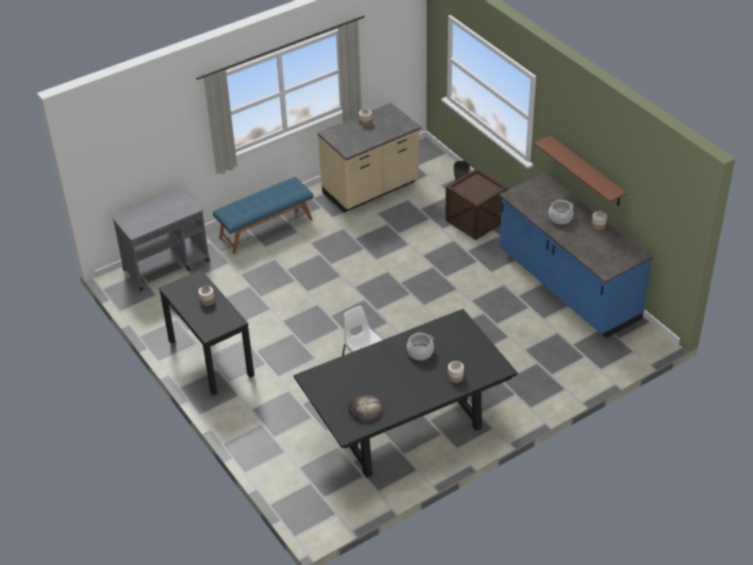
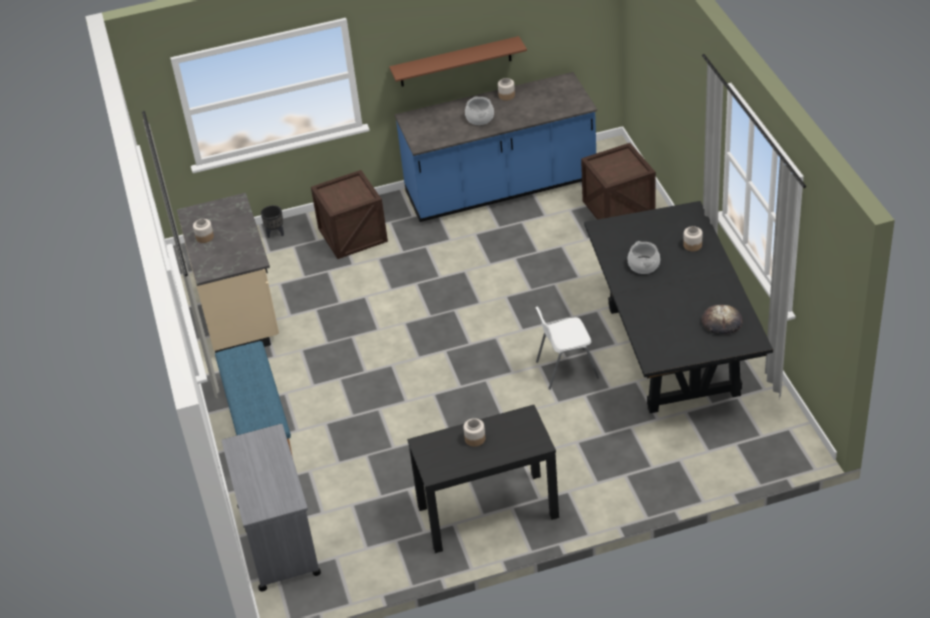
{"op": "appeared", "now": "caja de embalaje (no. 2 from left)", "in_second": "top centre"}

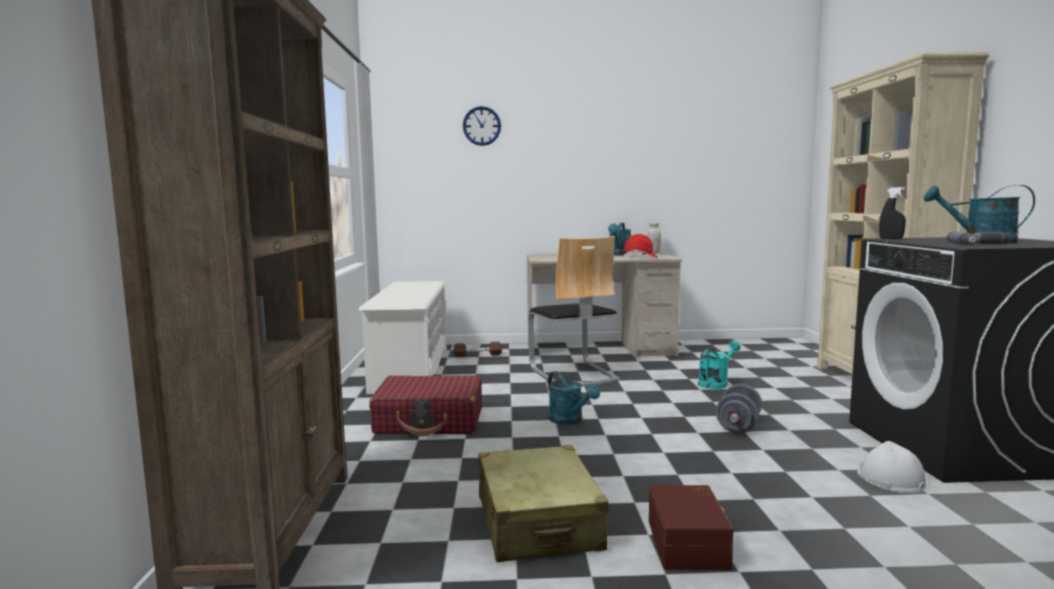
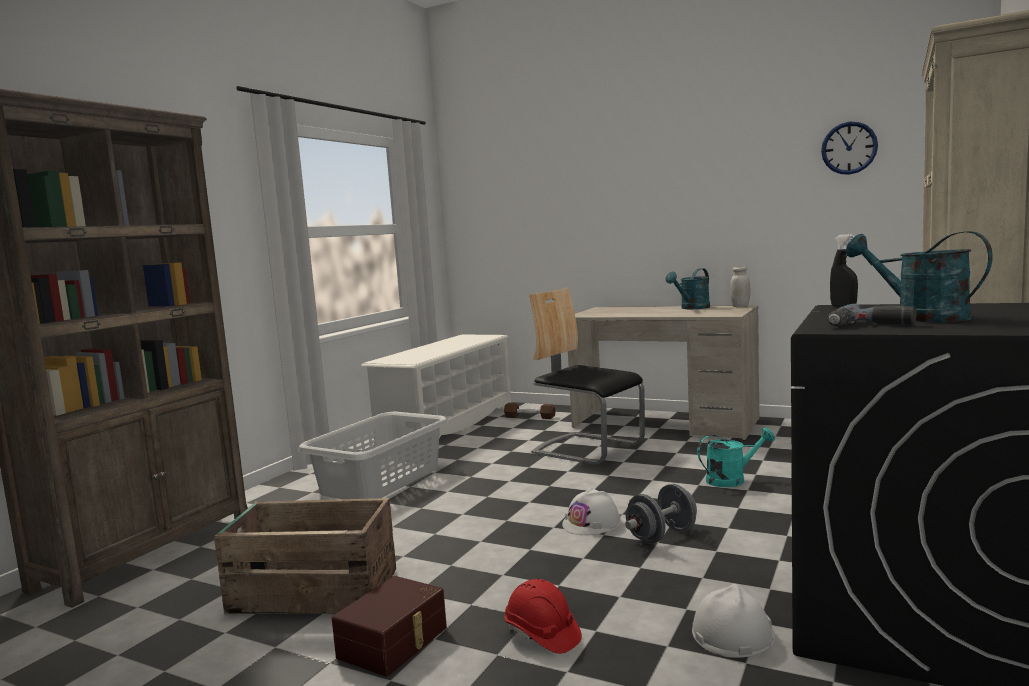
{"op": "missing", "was": "regadera (turquesa) (no. 1 from left)", "in_first": "bottom centre"}
{"op": "appeared", "now": "casco (blanco) (no. 1 from left)", "in_second": "bottom centre"}
{"op": "relocated", "was": "reloj de pared", "in_first": "top centre", "in_second": "top right"}
{"op": "relocated", "was": "casco (rojo)", "in_first": "centre", "in_second": "bottom centre"}
{"op": "exchanged", "was": "maleta (rojo)", "now": "cesto de la ropa (gris)", "in_first": "bottom centre", "in_second": "centre"}
{"op": "exchanged", "was": "maleta (beis)", "now": "caja de embalaje", "in_first": "bottom centre", "in_second": "bottom left"}
{"op": "spun", "was": "silla", "in_first": "centre", "in_second": "centre", "clockwise": 120}

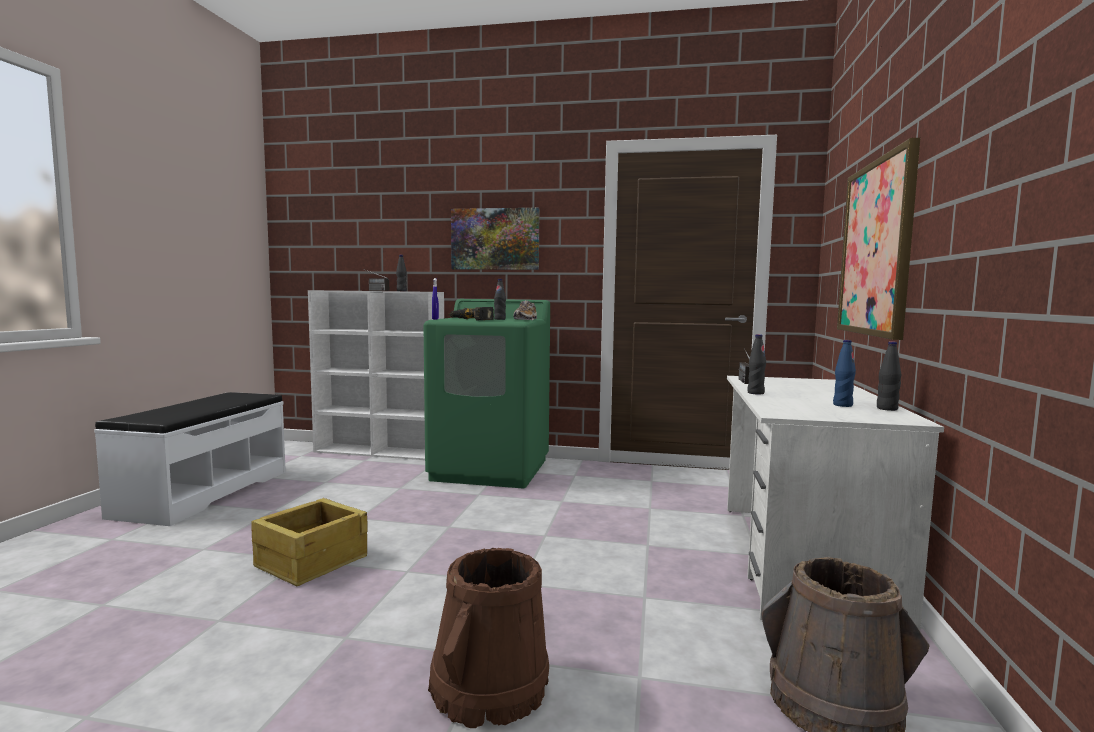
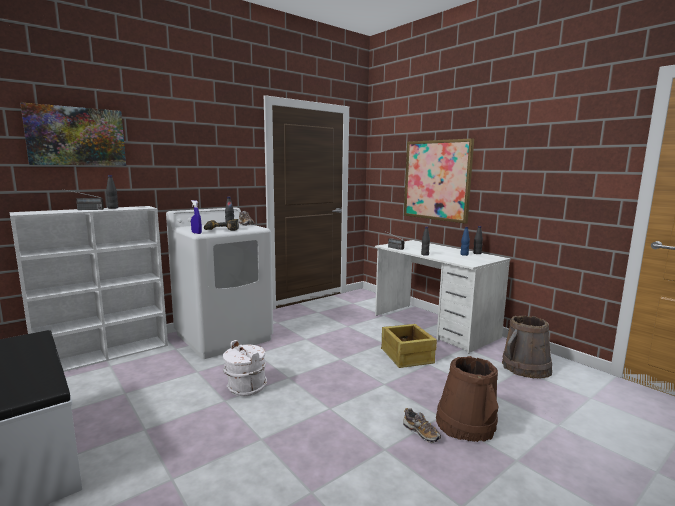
{"op": "appeared", "now": "cubo (blanco)", "in_second": "bottom centre"}
{"op": "appeared", "now": "zapato (no. 2 from left)", "in_second": "bottom centre"}
{"op": "relocated", "was": "caja de embalaje", "in_first": "bottom left", "in_second": "bottom centre"}
{"op": "relocated", "was": "cuadro (no. 1 from left)", "in_first": "top centre", "in_second": "top left"}
{"op": "colour", "was": "lavadora (verde)", "now": "lavadora (blanco)", "in_first": "centre", "in_second": "middle left"}

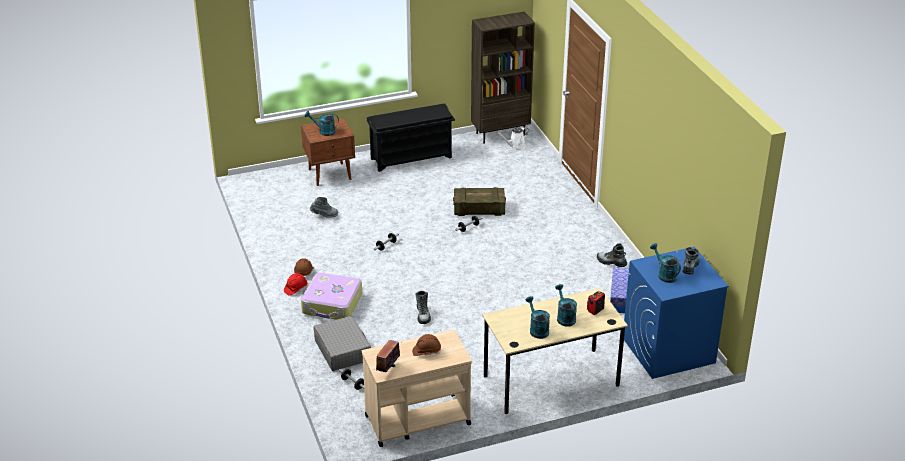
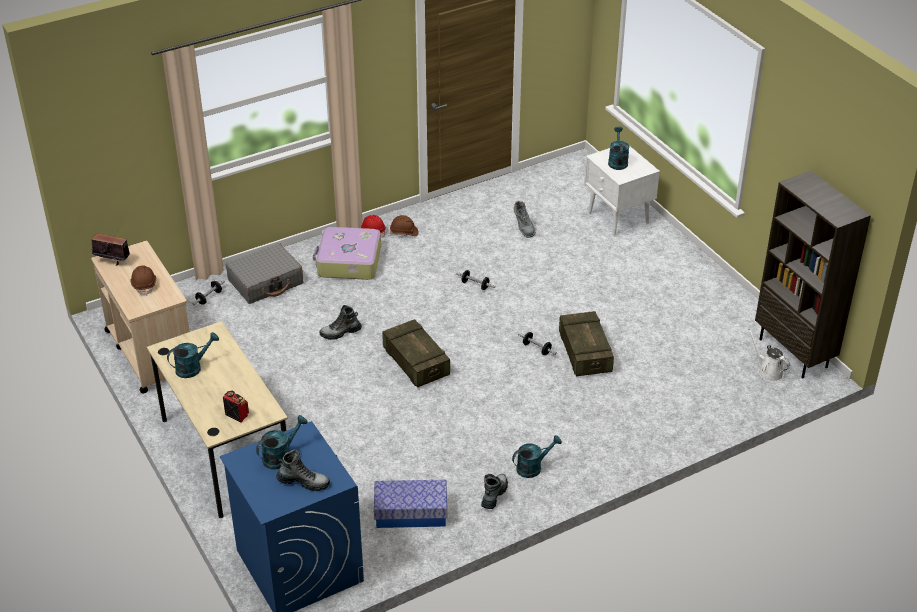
{"op": "missing", "was": "zapatero (negro)", "in_first": "top centre"}
{"op": "appeared", "now": "caja de embalaje (no. 1 from left)", "in_second": "centre"}
{"op": "relocated", "was": "regadera (turquesa) (no. 3 from left)", "in_first": "centre", "in_second": "bottom centre"}
{"op": "colour", "was": "mesita de noche (marrón)", "now": "mesita de noche (blanco)", "in_first": "top centre", "in_second": "top right"}

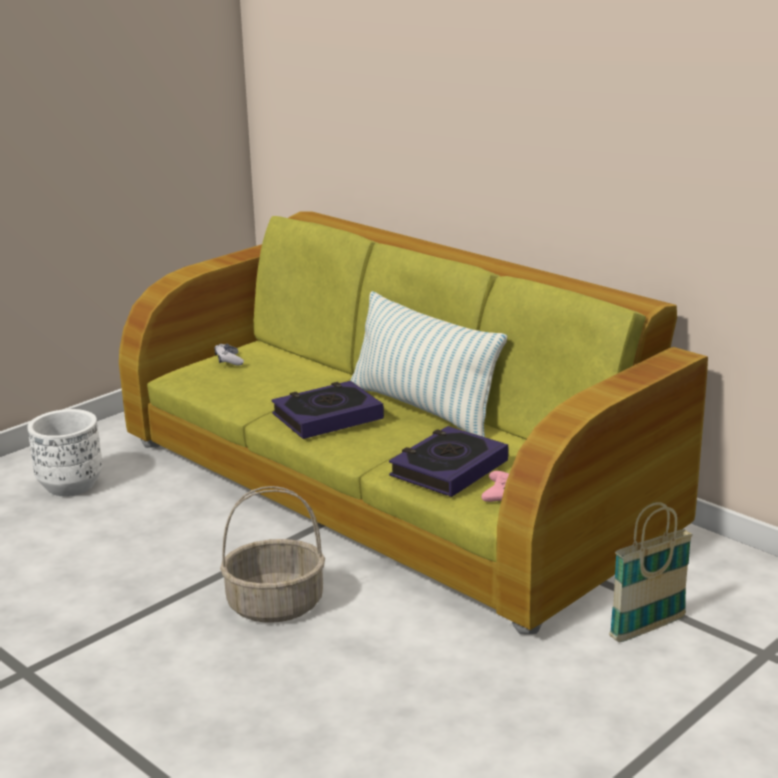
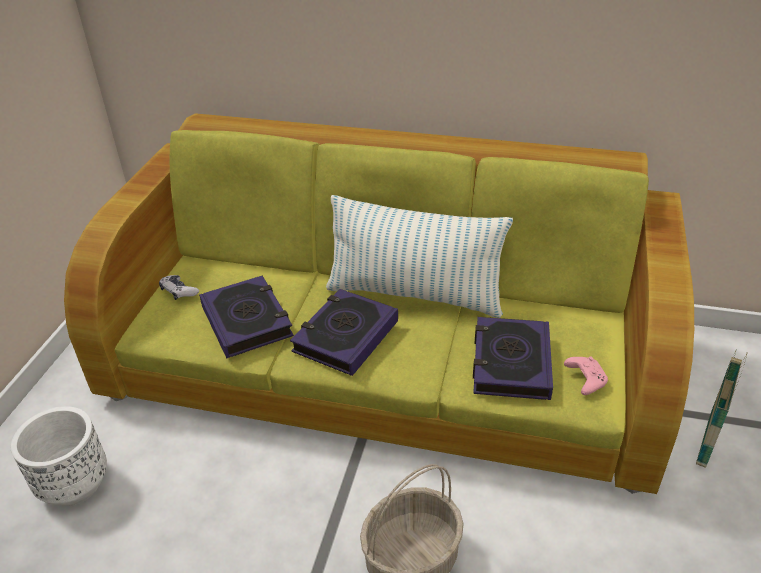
{"op": "appeared", "now": "libro (no. 1 from left)", "in_second": "middle left"}

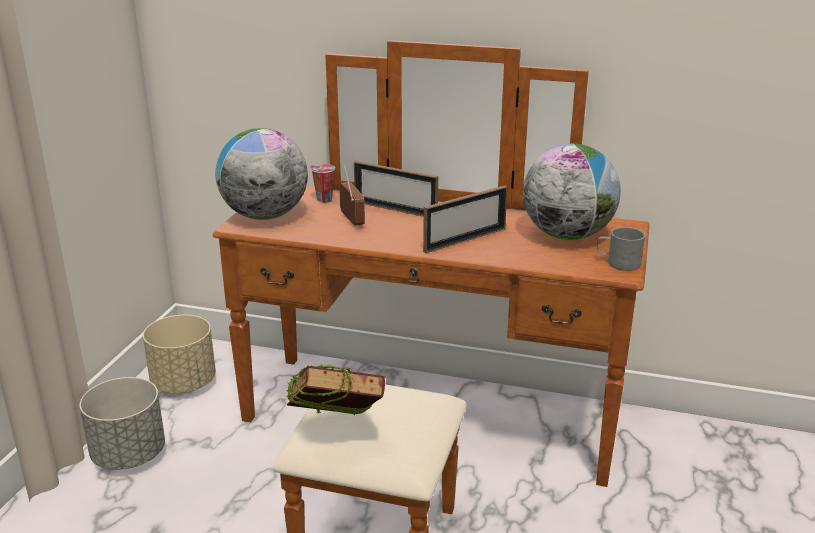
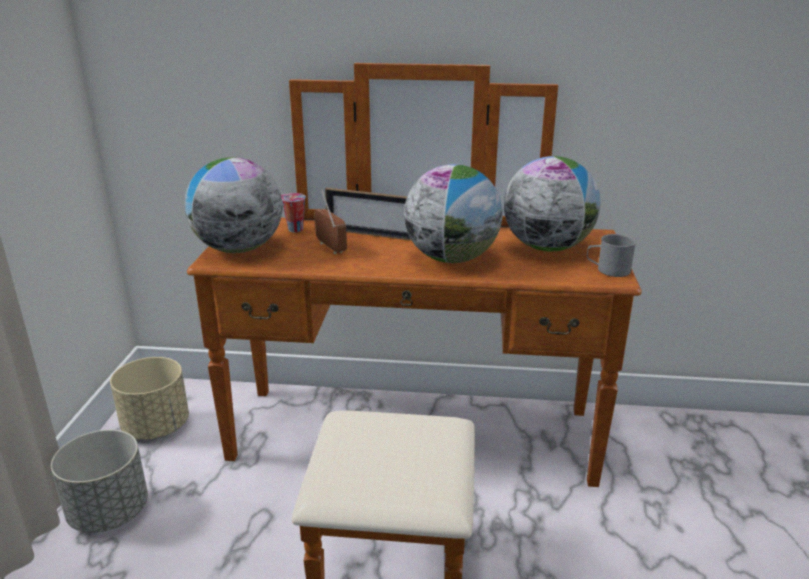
{"op": "missing", "was": "libro", "in_first": "bottom centre"}
{"op": "exchanged", "was": "portarretratos (no. 2 from left)", "now": "globo terráqueo (no. 2 from left)", "in_first": "centre", "in_second": "centre"}

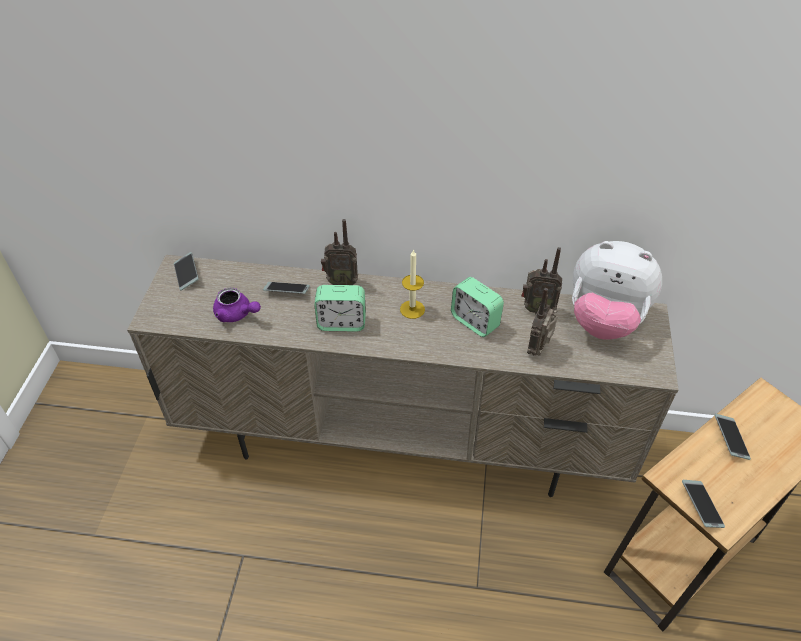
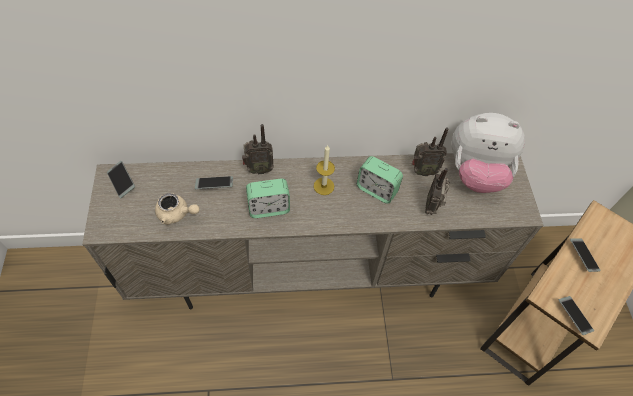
{"op": "colour", "was": "tetera (morado)", "now": "tetera (beis)", "in_first": "middle left", "in_second": "middle left"}

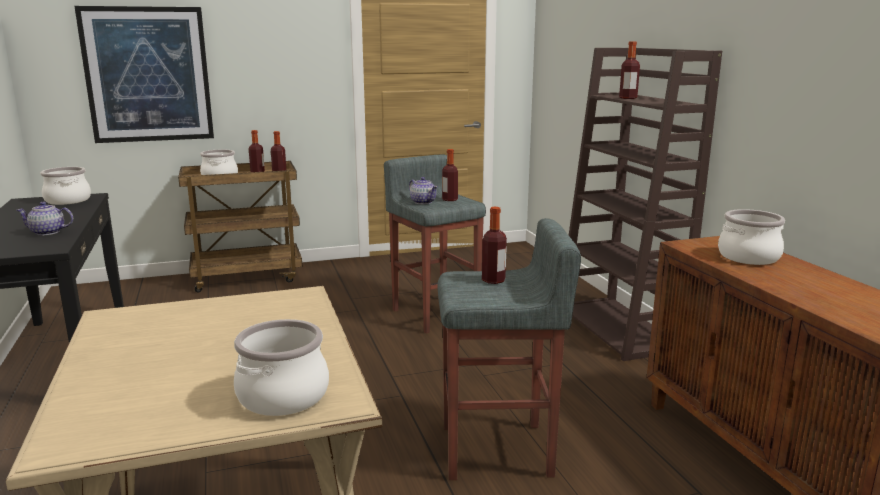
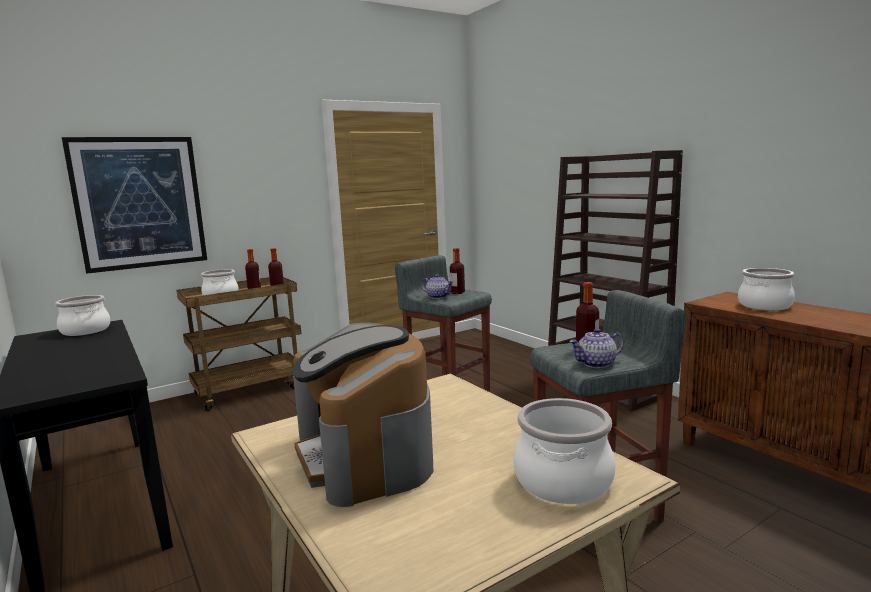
{"op": "missing", "was": "botella (no. 5 from left)", "in_first": "top right"}
{"op": "appeared", "now": "cafetera", "in_second": "bottom centre"}
{"op": "relocated", "was": "tetera (no. 1 from left in the first image)", "now": "tetera (no. 2 from left)", "in_first": "middle left", "in_second": "middle right"}

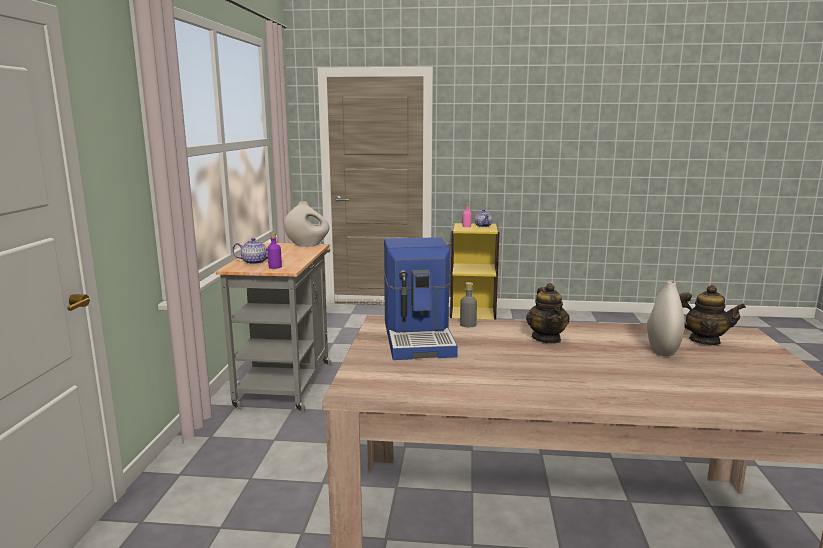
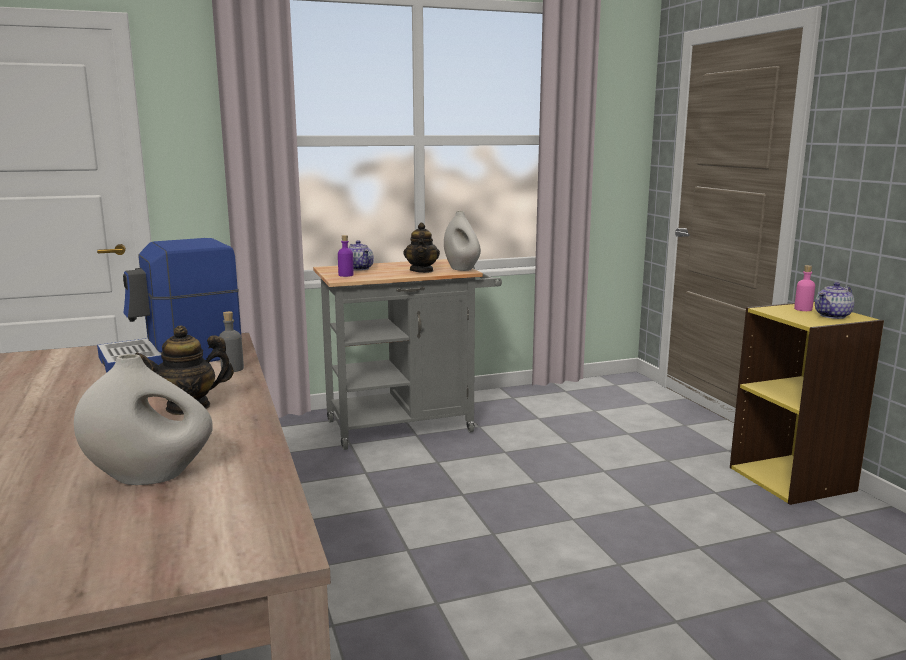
{"op": "relocated", "was": "tetera (no. 4 from left in the first image)", "now": "tetera (no. 3 from left)", "in_first": "middle right", "in_second": "centre"}

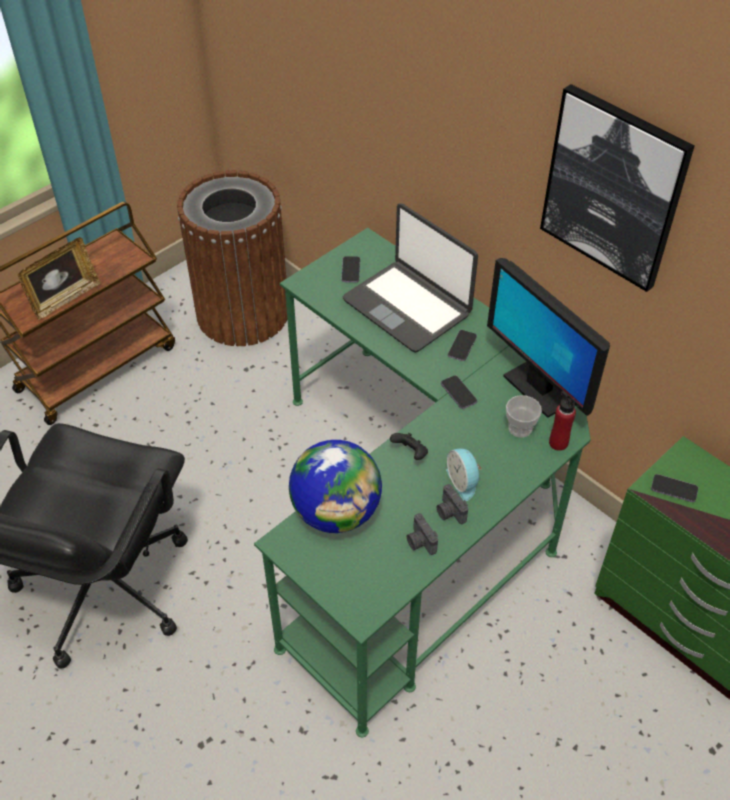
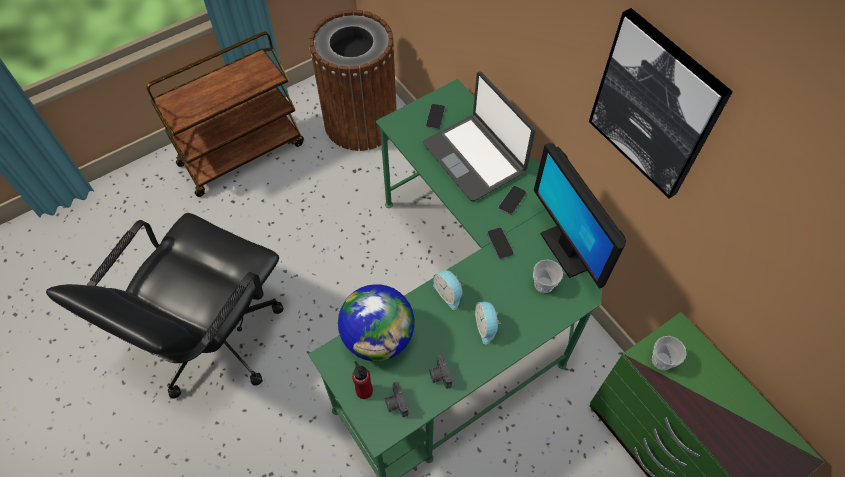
{"op": "missing", "was": "portarretratos", "in_first": "middle left"}
{"op": "relocated", "was": "cámara (no. 2 from left in the first image)", "now": "cámara (no. 1 from left)", "in_first": "centre", "in_second": "bottom centre"}
{"op": "relocated", "was": "botella (rojo)", "in_first": "middle right", "in_second": "bottom centre"}
{"op": "exchanged", "was": "mando de consola (negro)", "now": "despertador (no. 1 from left)", "in_first": "centre", "in_second": "centre"}
{"op": "exchanged", "was": "móvil (no. 4 from left)", "now": "taza (no. 2 from left)", "in_first": "middle right", "in_second": "bottom right"}

